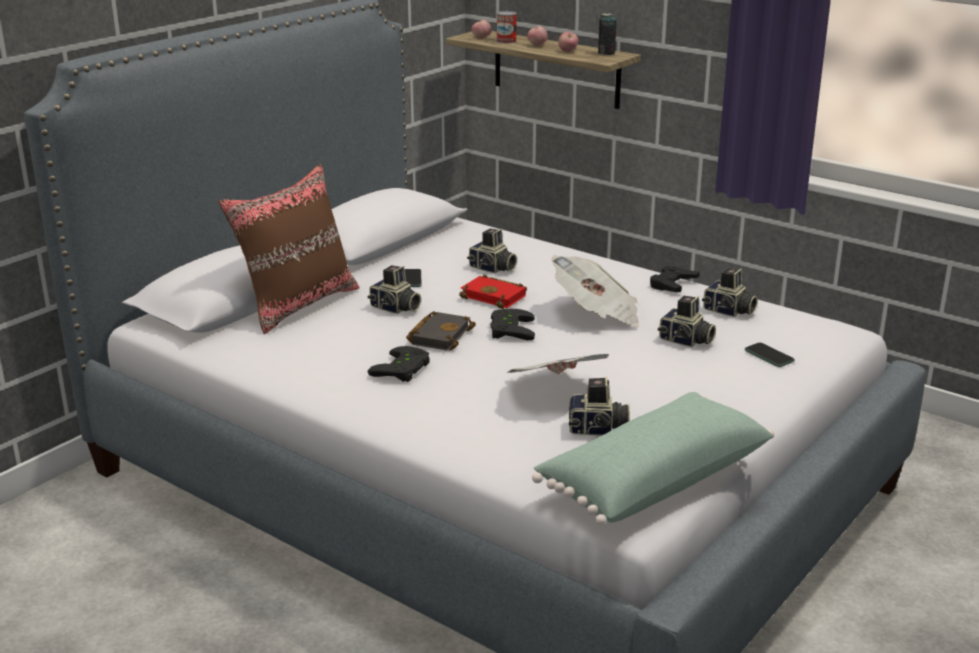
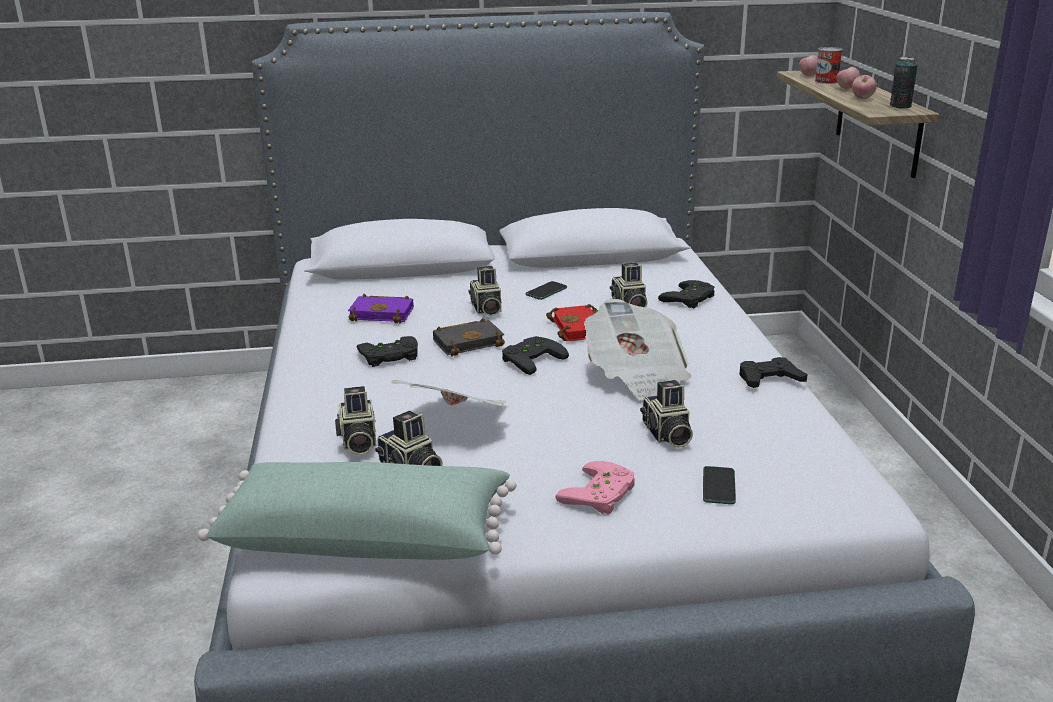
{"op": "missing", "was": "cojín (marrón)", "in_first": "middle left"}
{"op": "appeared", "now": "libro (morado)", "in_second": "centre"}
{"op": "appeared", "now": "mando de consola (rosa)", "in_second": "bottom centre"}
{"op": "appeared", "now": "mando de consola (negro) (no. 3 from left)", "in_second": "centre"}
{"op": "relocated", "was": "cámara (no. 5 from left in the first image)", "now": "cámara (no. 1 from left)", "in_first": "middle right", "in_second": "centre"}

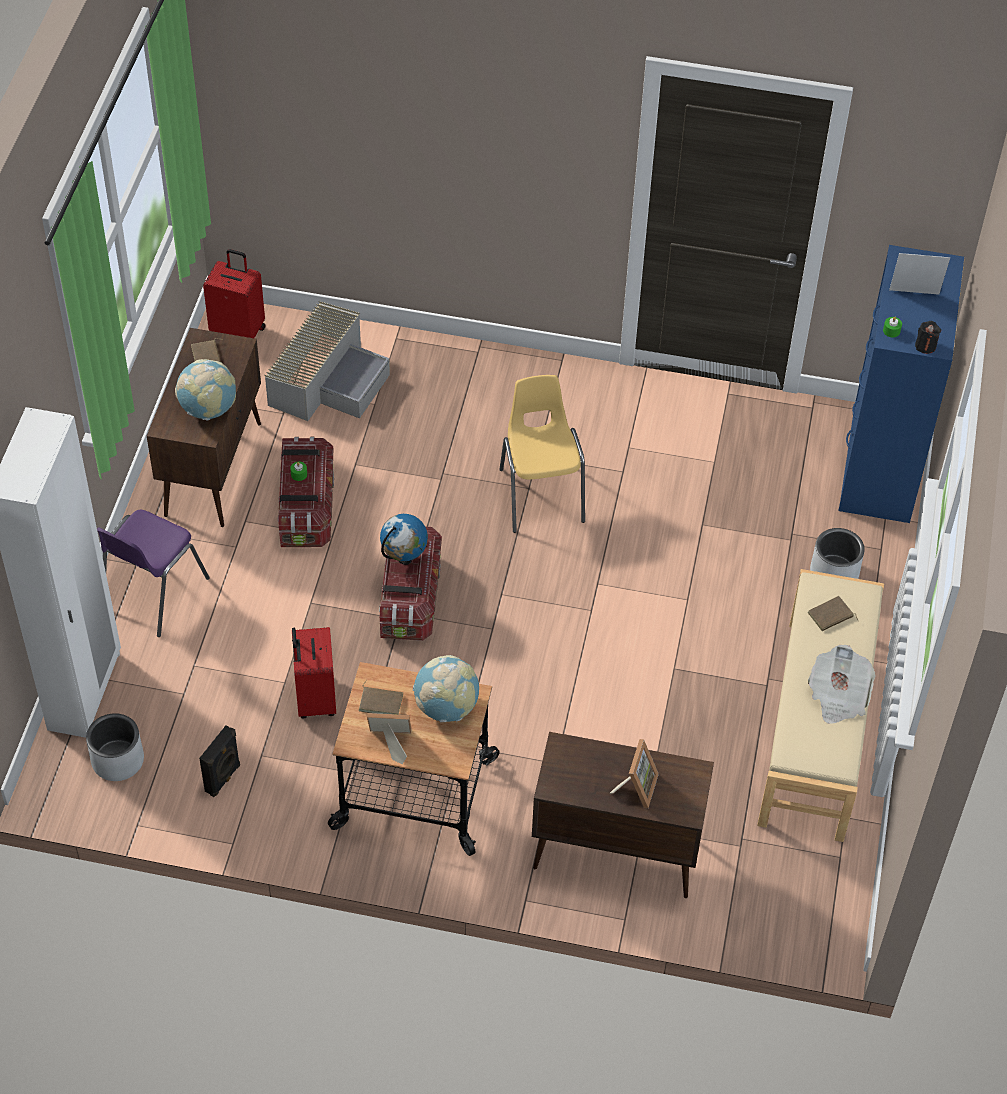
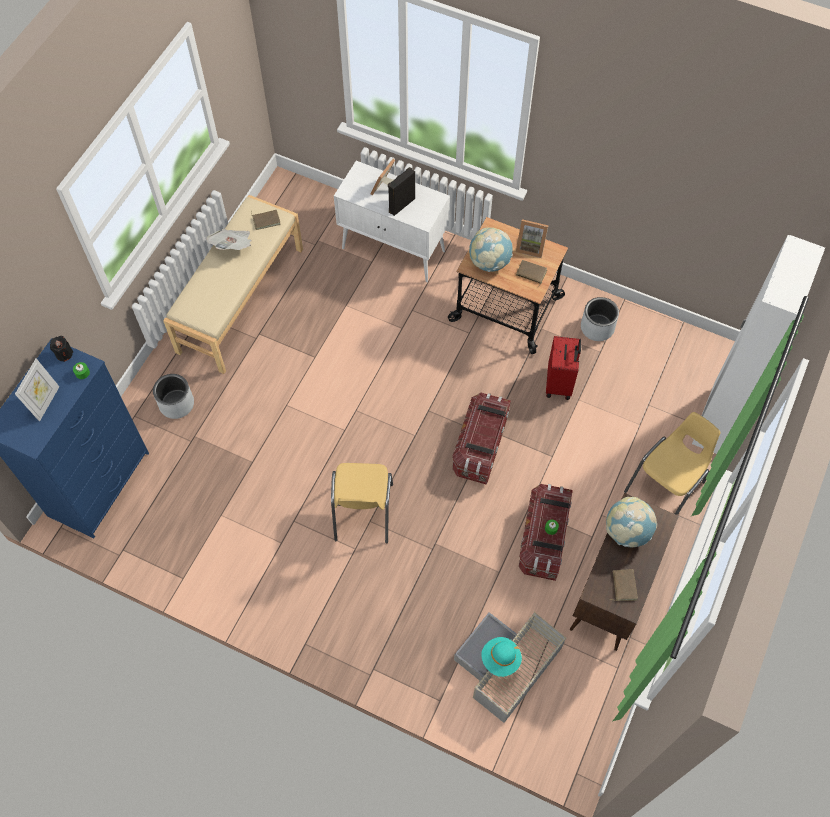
{"op": "missing", "was": "maleta (rojo) (no. 1 from left)", "in_first": "top left"}
{"op": "missing", "was": "globo terráqueo (no. 2 from left)", "in_first": "centre"}
{"op": "appeared", "now": "sombrero (turquesa)", "in_second": "bottom centre"}
{"op": "relocated", "was": "maceta (gris) (no. 1 from left in the first image)", "now": "maceta (gris) (no. 2 from left)", "in_first": "bottom left", "in_second": "middle right"}
{"op": "relocated", "was": "altavoz (negro)", "in_first": "bottom left", "in_second": "top centre"}
{"op": "relocated", "was": "libro (marrón) (no. 3 from left in the first image)", "now": "libro (marrón) (no. 1 from left)", "in_first": "middle right", "in_second": "top left"}
{"op": "colour", "was": "silla (morado)", "now": "silla (amarillo) (no. 2 from left)", "in_first": "middle left", "in_second": "middle right"}
{"op": "colour", "was": "armario (marrón) (no. 2 from left)", "now": "armario (blanco)", "in_first": "bottom centre", "in_second": "top centre"}
{"op": "spun", "was": "portarretratos (no. 3 from left in the first image)", "in_first": "top right", "in_second": "middle left", "clockwise": -90}

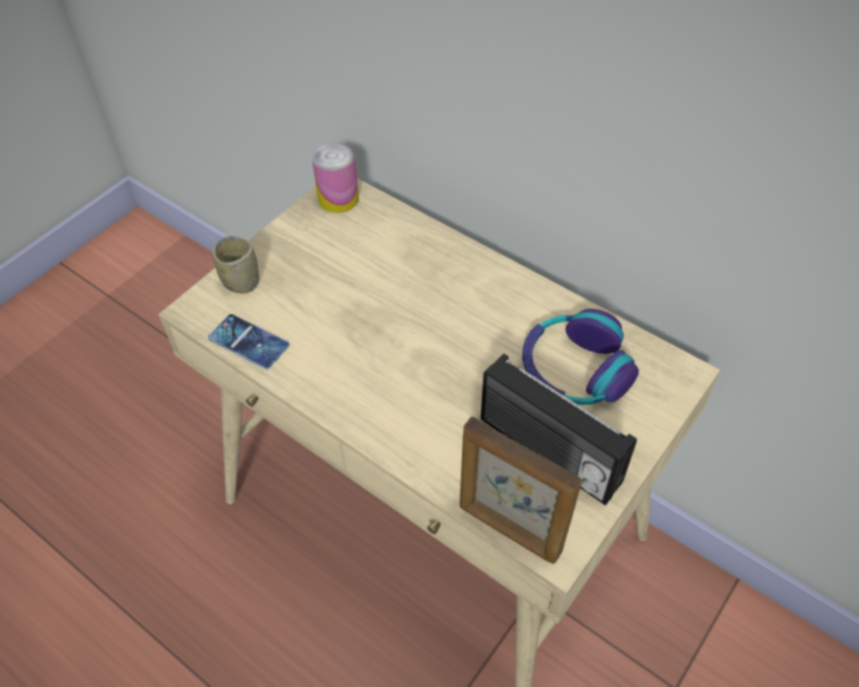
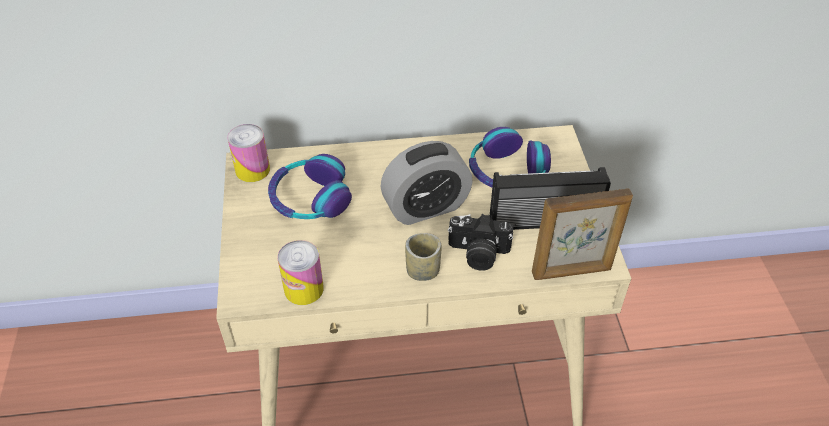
{"op": "appeared", "now": "auriculares (no. 1 from left)", "in_second": "centre"}
{"op": "appeared", "now": "despertador", "in_second": "centre"}
{"op": "appeared", "now": "cámara", "in_second": "centre"}
{"op": "relocated", "was": "taza", "in_first": "middle left", "in_second": "centre"}
{"op": "exchanged", "was": "móvil", "now": "lata (no. 2 from left)", "in_first": "middle left", "in_second": "centre"}

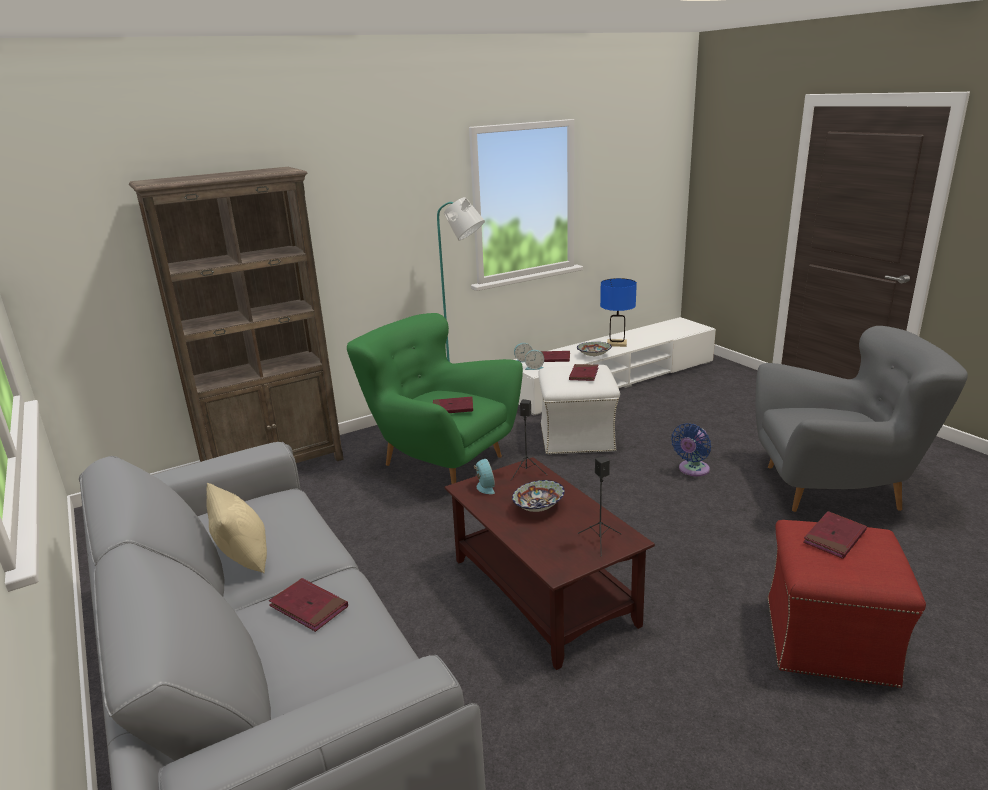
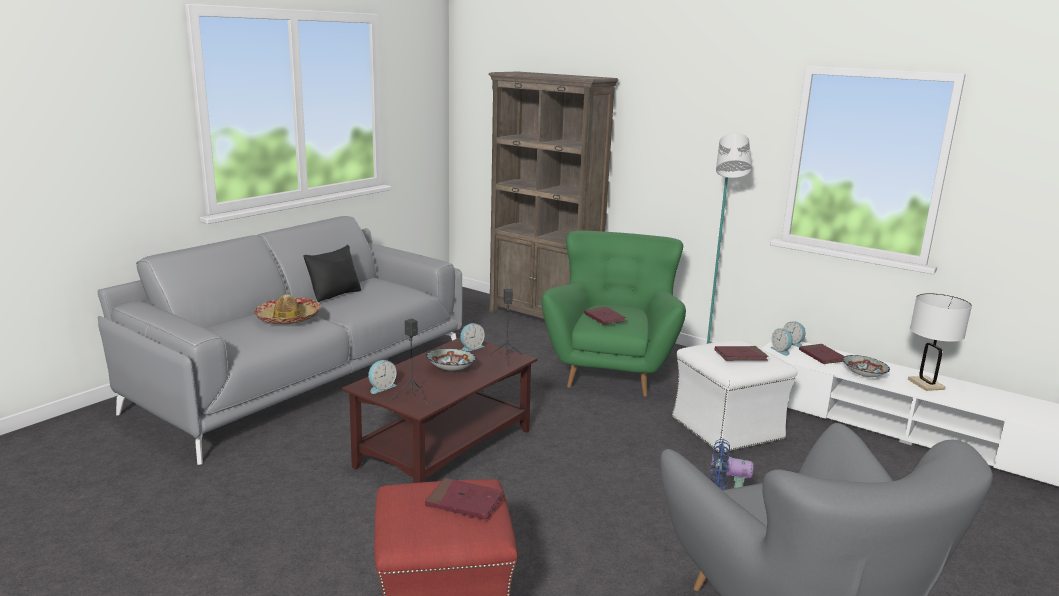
{"op": "appeared", "now": "despertador (no. 1 from left)", "in_second": "centre"}
{"op": "exchanged", "was": "libro (rojo) (no. 1 from left)", "now": "sombrero", "in_first": "bottom left", "in_second": "middle left"}
{"op": "colour", "was": "cojín (beis)", "now": "cojín (negro)", "in_first": "bottom left", "in_second": "middle left"}
{"op": "colour", "was": "lámpara de mesa (azul)", "now": "lámpara de mesa (blanco)", "in_first": "centre", "in_second": "middle right"}

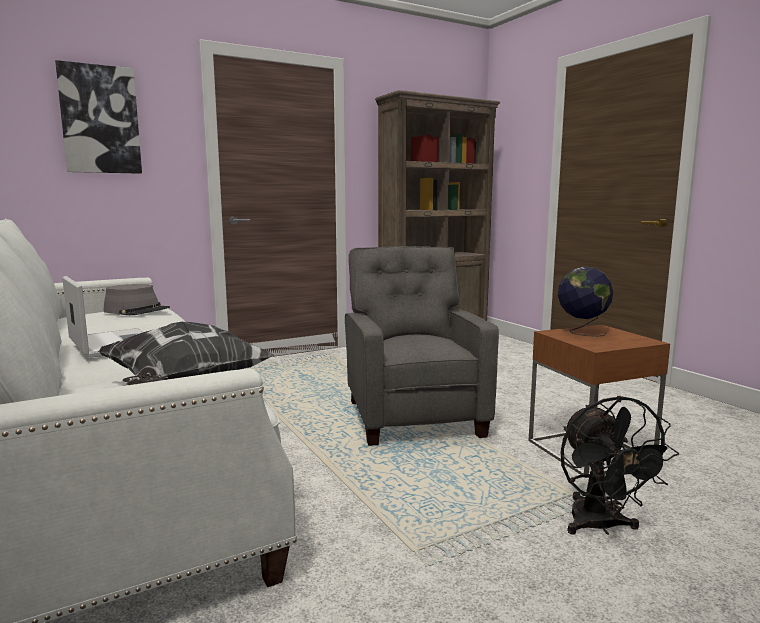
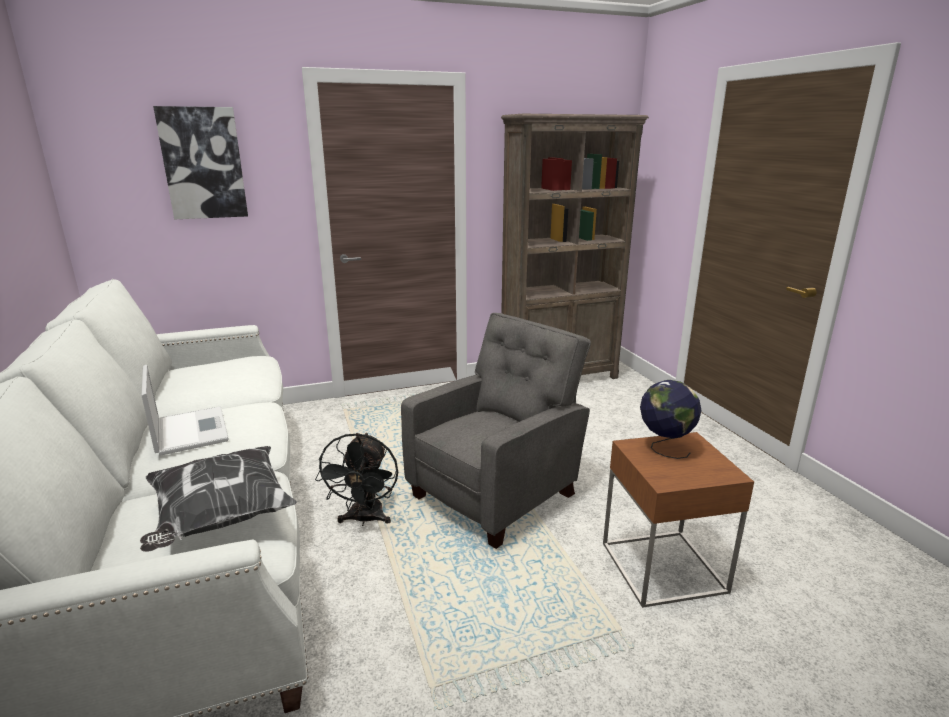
{"op": "missing", "was": "sombrero (gris)", "in_first": "middle left"}
{"op": "relocated", "was": "ventilador (negro)", "in_first": "bottom right", "in_second": "bottom centre"}
{"op": "spun", "was": "sillón (gris)", "in_first": "centre", "in_second": "centre", "clockwise": 45}

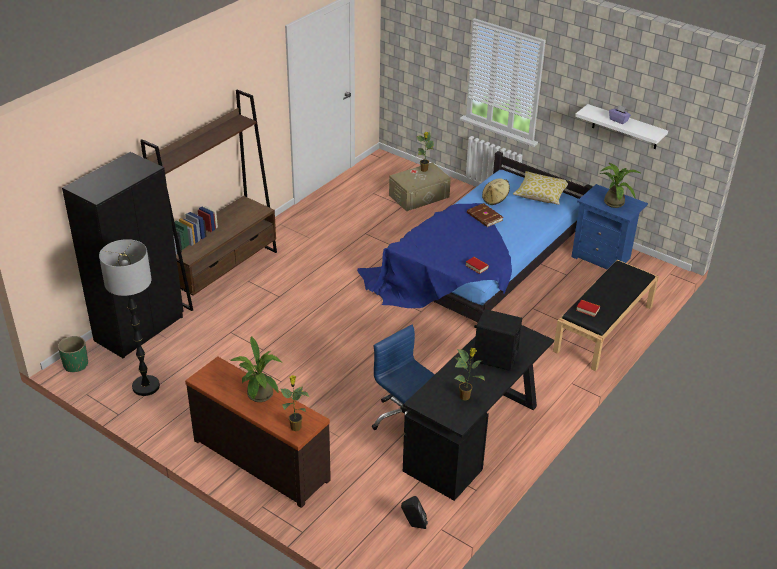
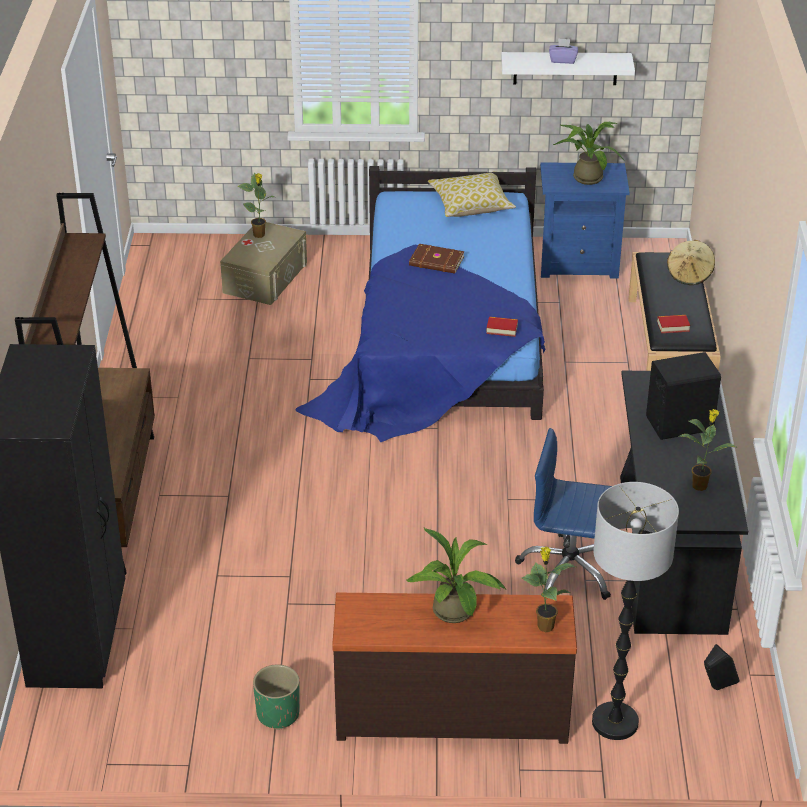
{"op": "relocated", "was": "maceta (verde)", "in_first": "middle left", "in_second": "bottom centre"}
{"op": "relocated", "was": "lámpara de pie", "in_first": "middle left", "in_second": "bottom right"}
{"op": "relocated", "was": "sombrero (beis)", "in_first": "centre", "in_second": "top right"}

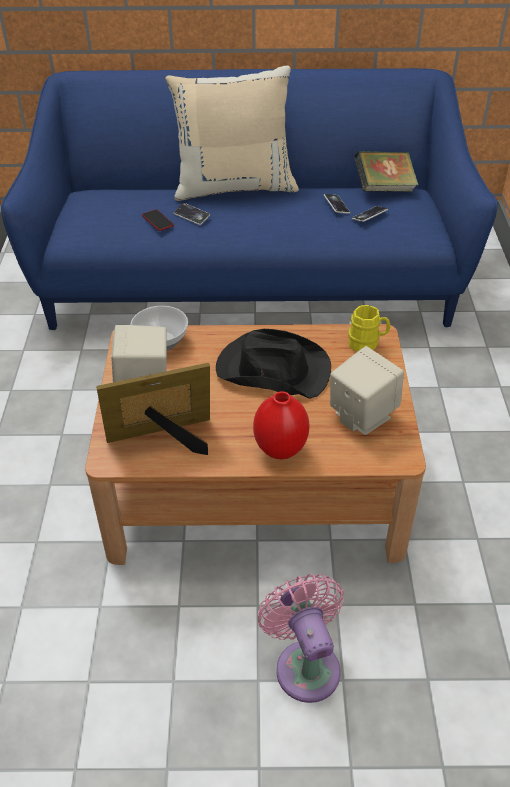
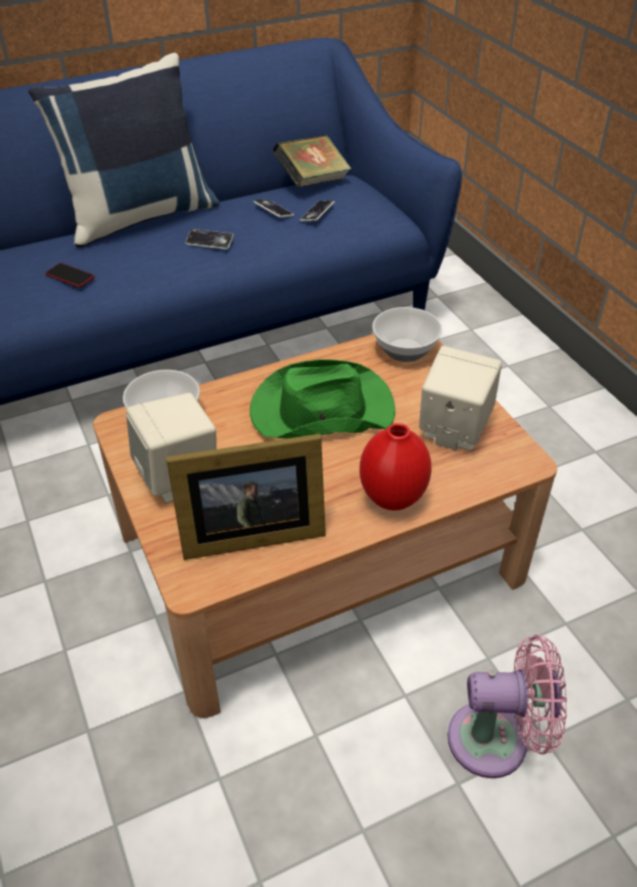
{"op": "relocated", "was": "móvil (no. 2 from left)", "in_first": "top centre", "in_second": "top left"}
{"op": "exchanged", "was": "taza grande (amarillo)", "now": "cuenco (no. 2 from left)", "in_first": "middle right", "in_second": "centre"}
{"op": "colour", "was": "cojín (beis)", "now": "cojín (azul)", "in_first": "top centre", "in_second": "top left"}
{"op": "colour", "was": "sombrero (negro)", "now": "sombrero (verde)", "in_first": "centre", "in_second": "centre"}
{"op": "spun", "was": "portarretratos", "in_first": "middle left", "in_second": "centre", "clockwise": -150}
{"op": "spun", "was": "ventilador (rosa)", "in_first": "bottom centre", "in_second": "bottom right", "clockwise": 135}

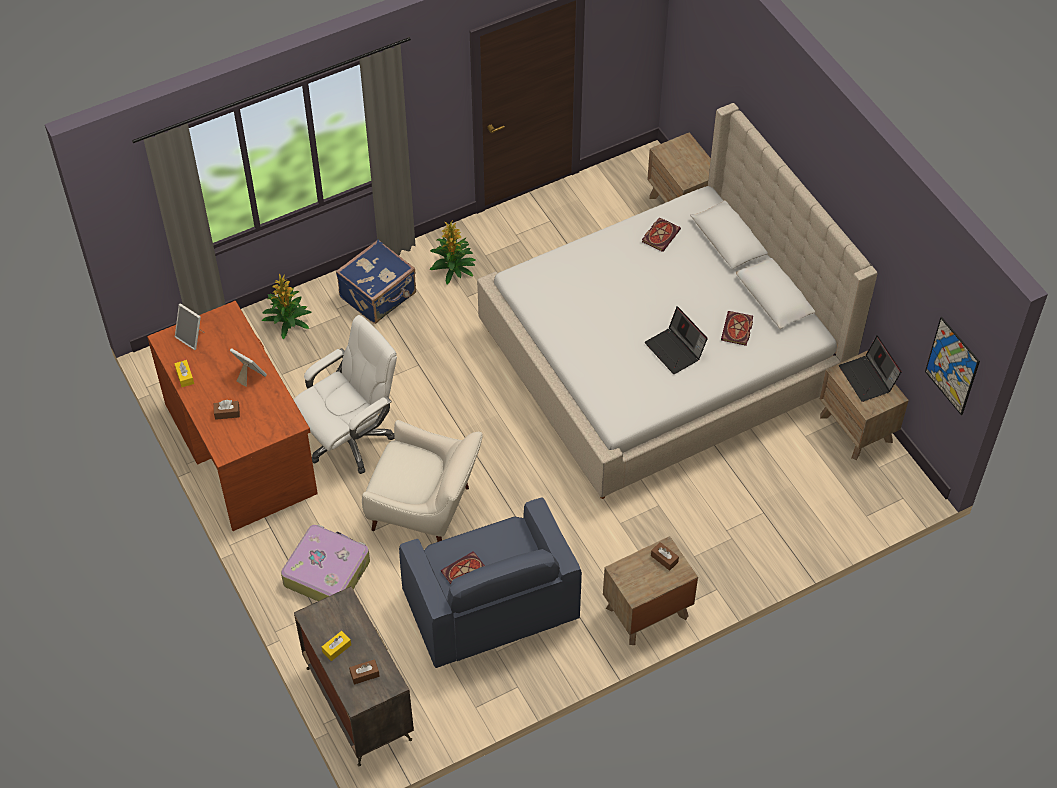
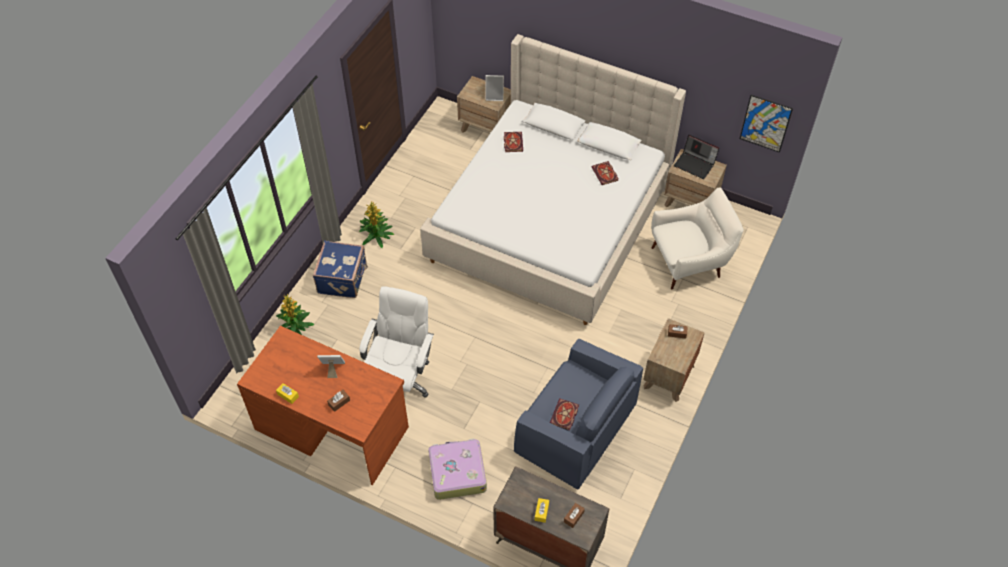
{"op": "missing", "was": "portátil (no. 1 from left)", "in_first": "centre"}
{"op": "relocated", "was": "portarretratos (no. 1 from left in the first image)", "now": "portarretratos (no. 2 from left)", "in_first": "middle left", "in_second": "top centre"}
{"op": "relocated", "was": "sillón (blanco)", "in_first": "centre", "in_second": "middle right"}

